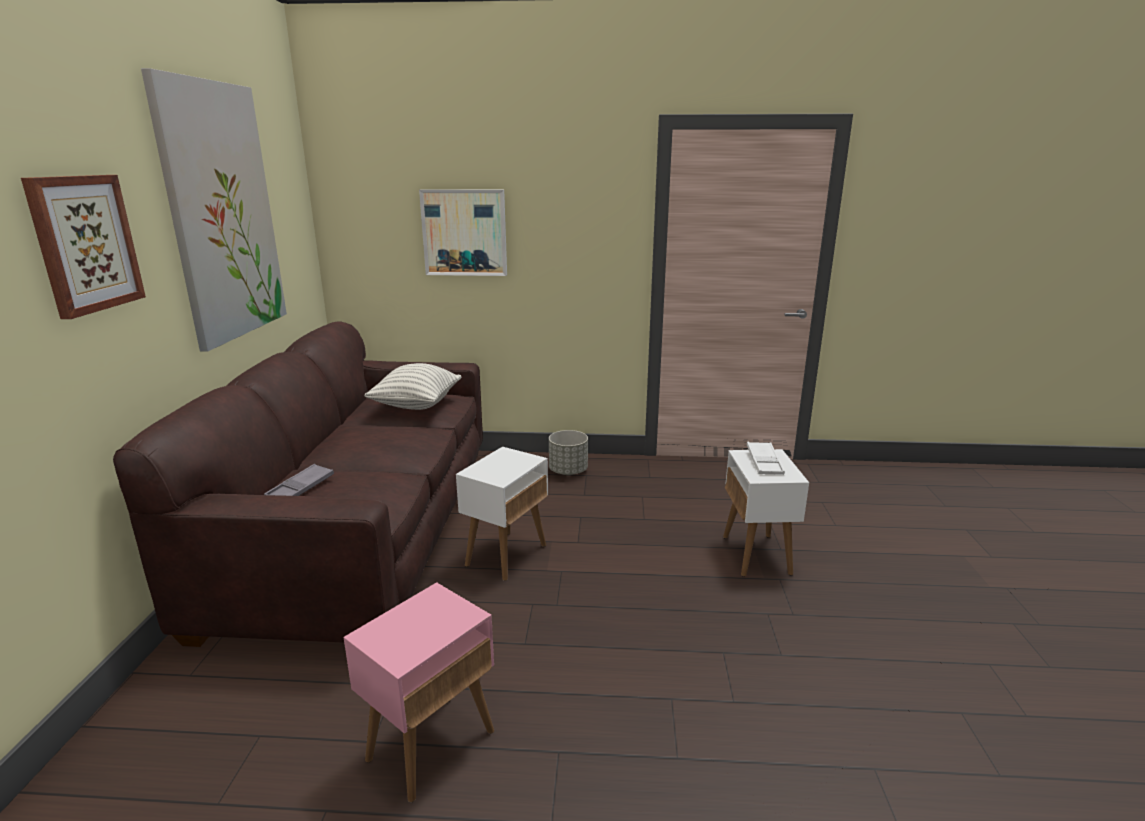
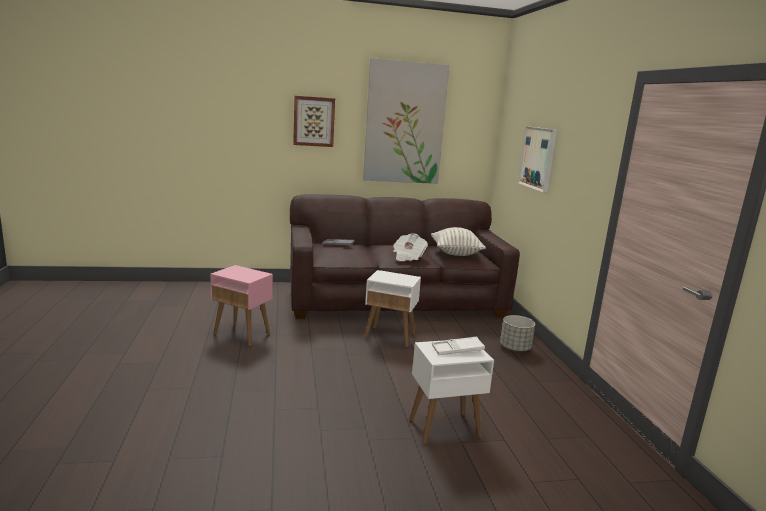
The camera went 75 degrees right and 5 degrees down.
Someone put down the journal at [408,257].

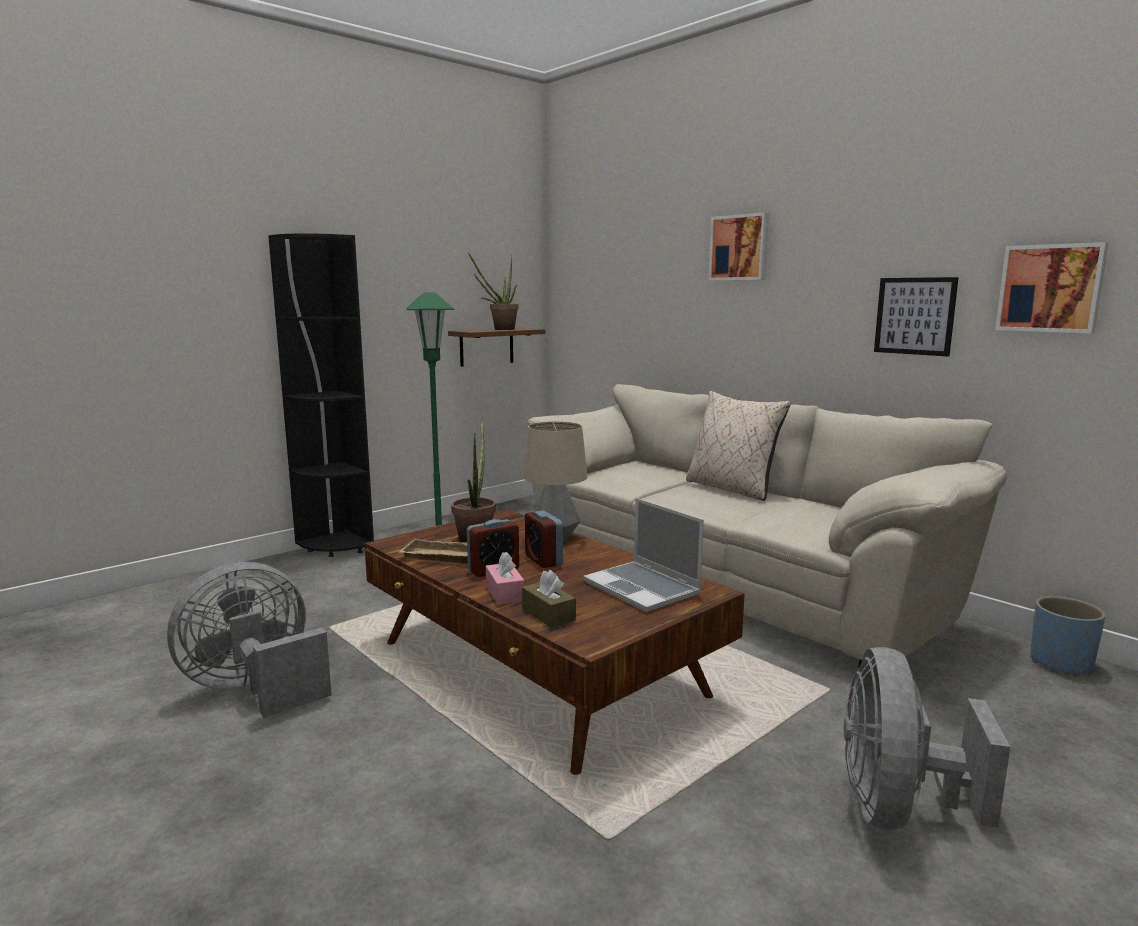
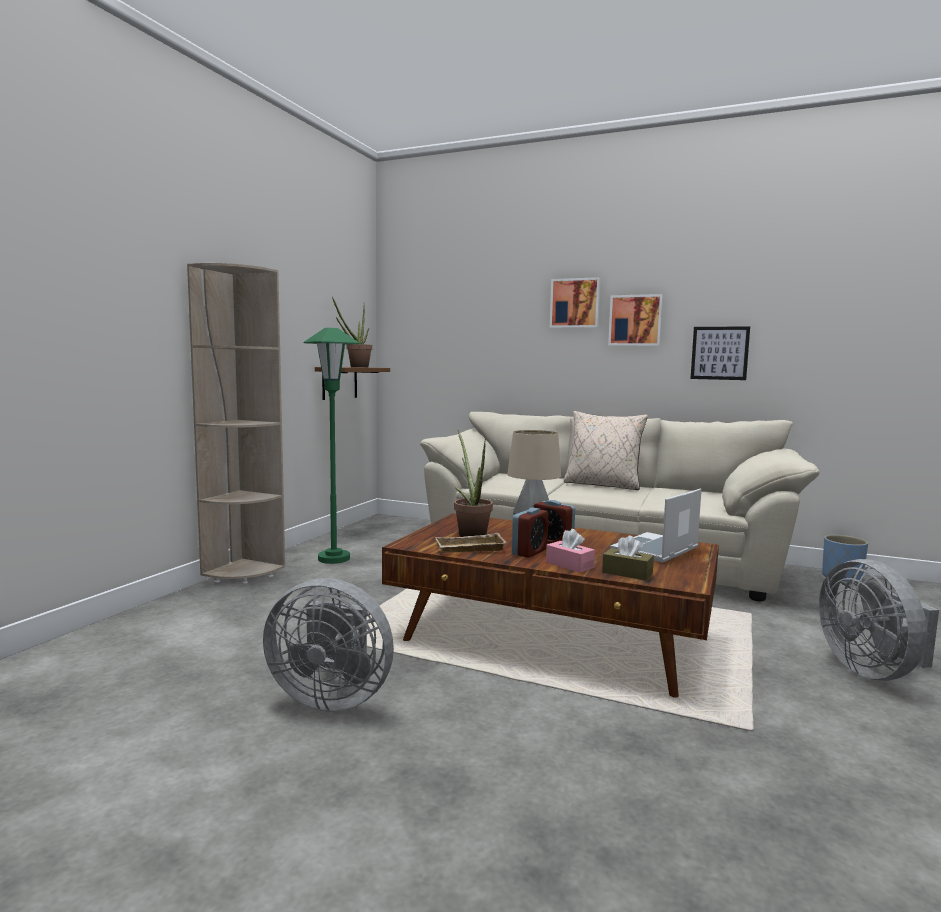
The camera went 25 degrees left and 5 degrees down.
Someone rotated the ventilateur [gris] at [255,689] by 105 degrees counterclockwise.
Someone repainted the bibliothèque [noir] at [336,550], which became the bibliothèque [beige] at [243,578].
Someone rotated the ordinateur portable at [643,588] by 105 degrees clockwise.
Someone carried the tableau from [1050,288] to [635,320].

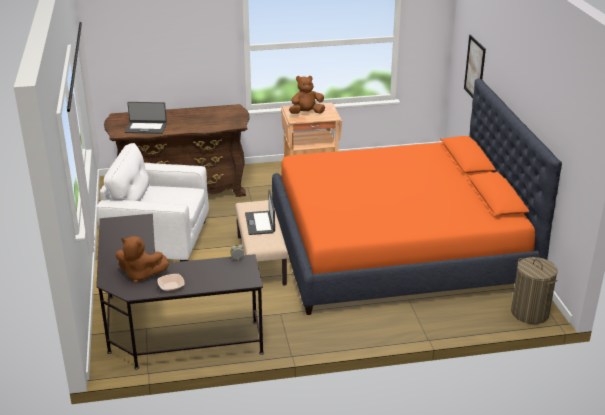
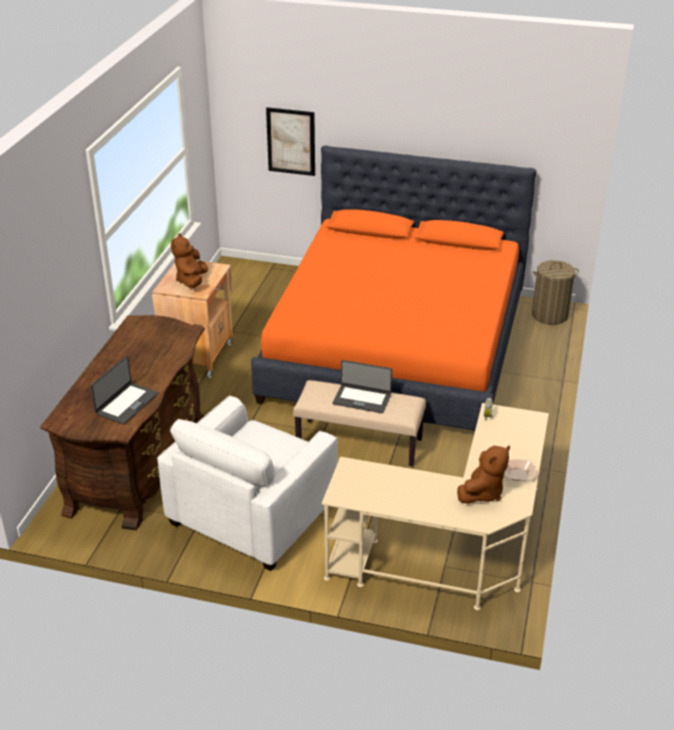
The camera went 65 degrees left and 5 degrees up.
Someone repainted the bureau [noir] at [166,328], which became the bureau [beige] at [452,549].

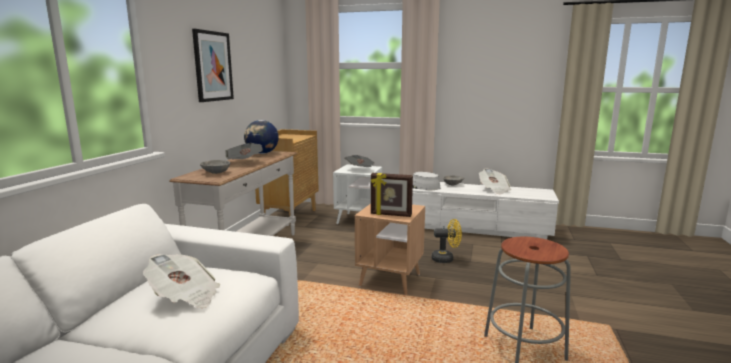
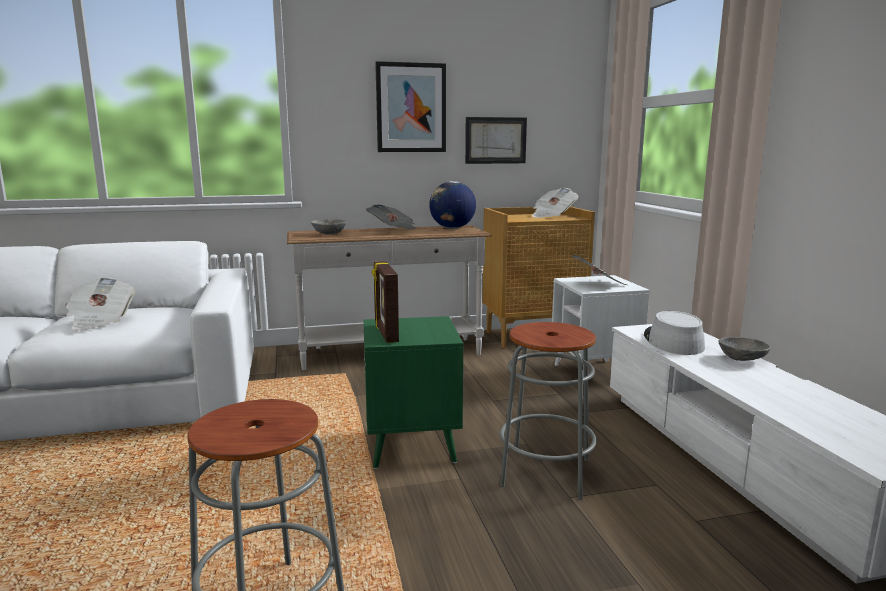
The camera went 60 degrees right and 0 degrees up.
Someone repainted the table d'appoint [marron] at [390,280], which became the table d'appoint [vert] at [411,445].
Someone swapped the ventilateur [jaune] at [446,259] for the tabouret [gris] at [545,472].
Someone carried the journal from [494,190] to [552,216].
Someone put up the tableau at [495,140].

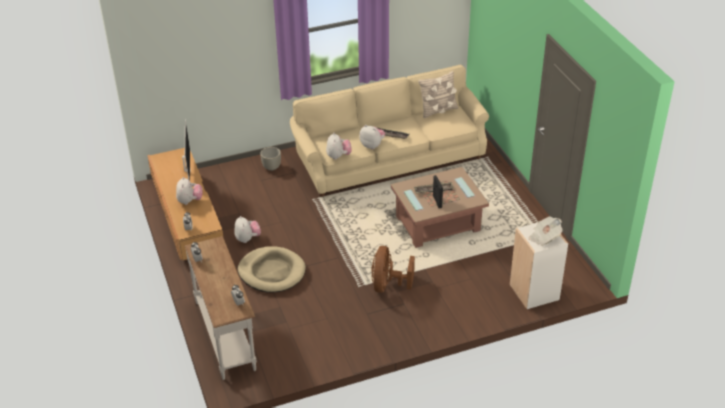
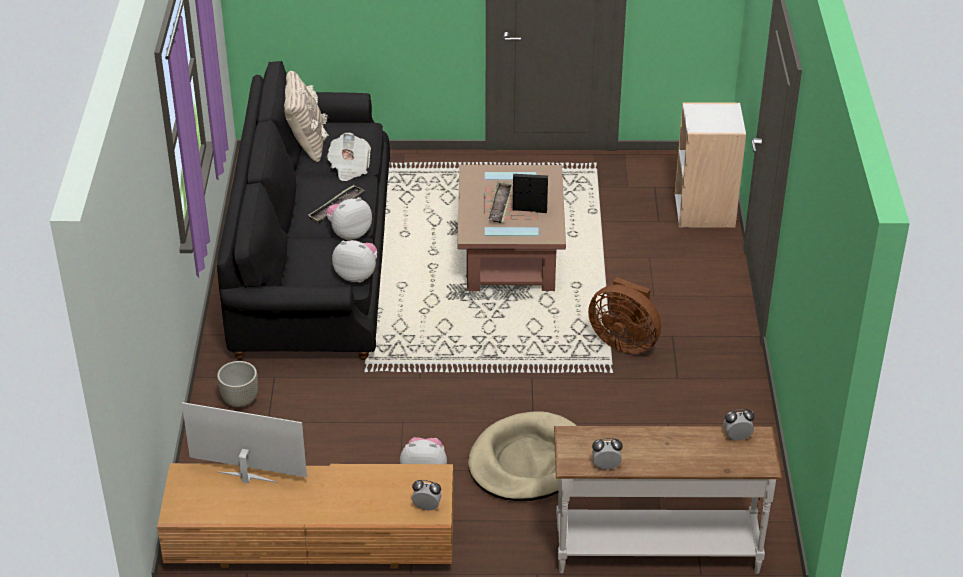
The camera went 70 degrees left and 0 degrees up.
Someone took away the peluche at [190,201].
Someone repainted the canapé [beige] at [389,158], which became the canapé [noir] at [313,259].
Someone carried the journal from [544,237] to [349,167].

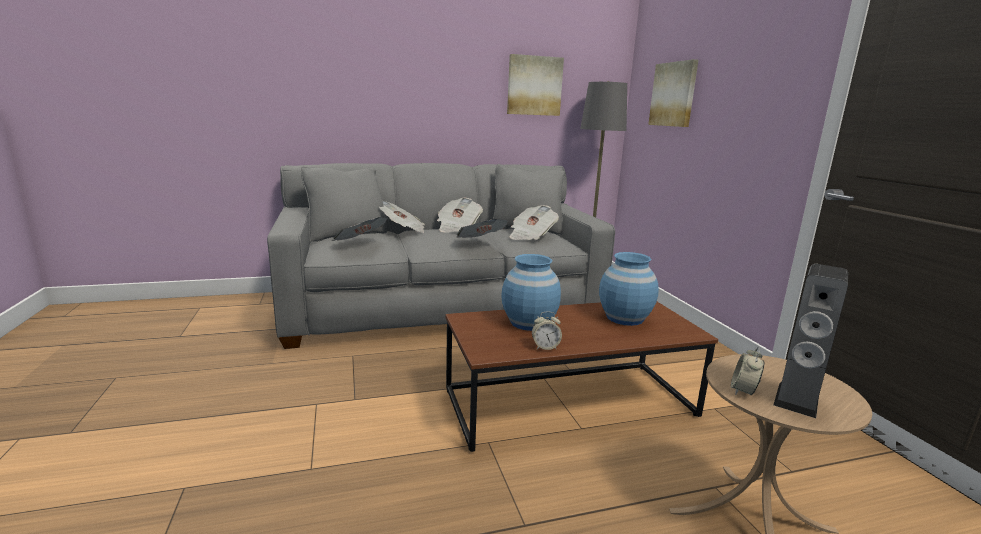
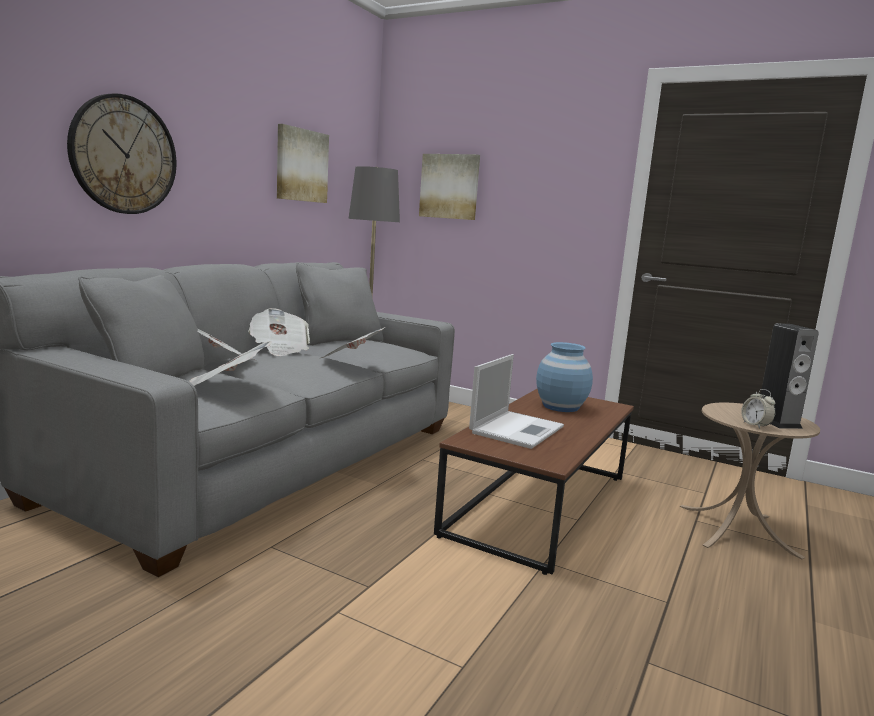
The camera went 45 degrees left and 5 degrees down.
Someone swapped the vase [bleu] at [529,323] for the ordinateur portable at [517,429].
Someone took away the journal at [531,236].
Someone took away the réveil at [545,347].
Someone put up the horloge murale at [123,155].

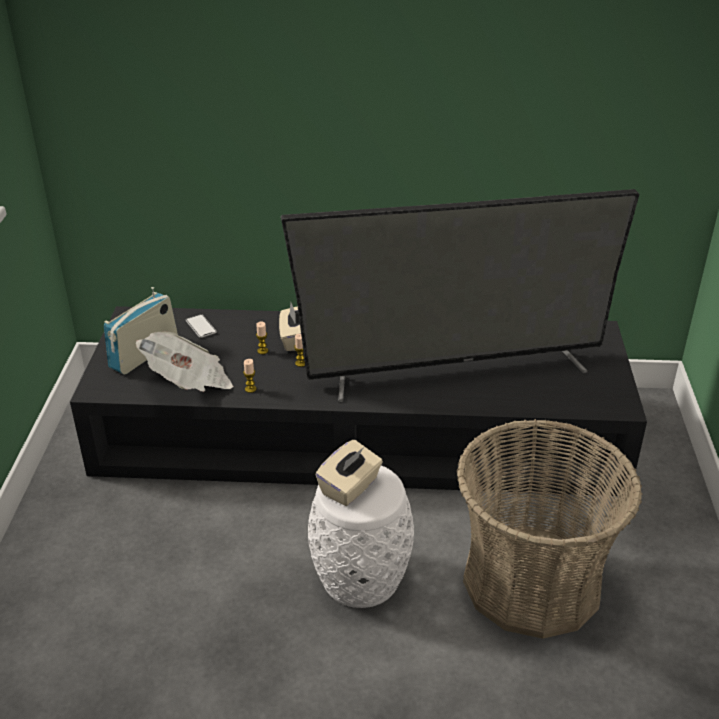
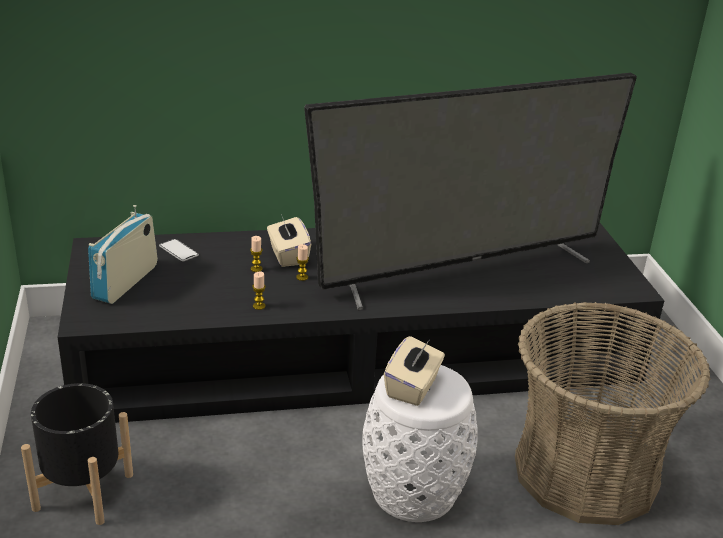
The camera went 15 degrees left and 5 degrees down.
Someone took away the journal at [189,382].
Someone put down the cache-pot [noir] at [84,491].

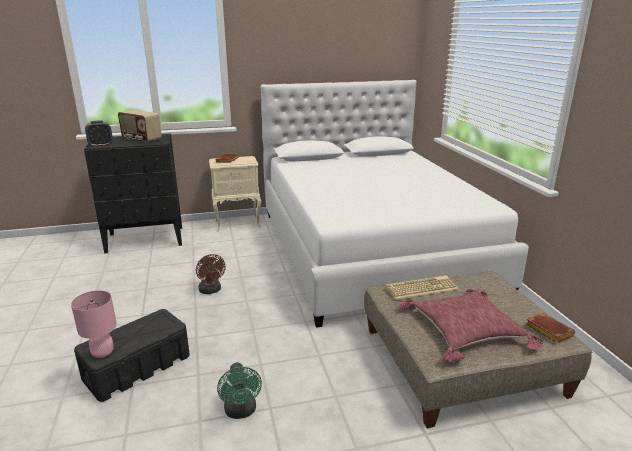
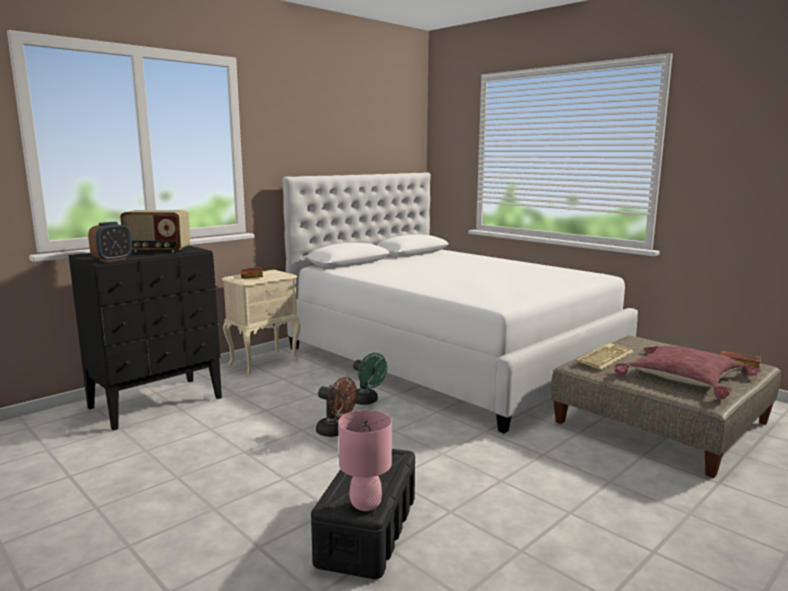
The camera went 30 degrees left and 10 degrees down.
Someone carried the ventilateur [vert] from [241,412] to [367,401].

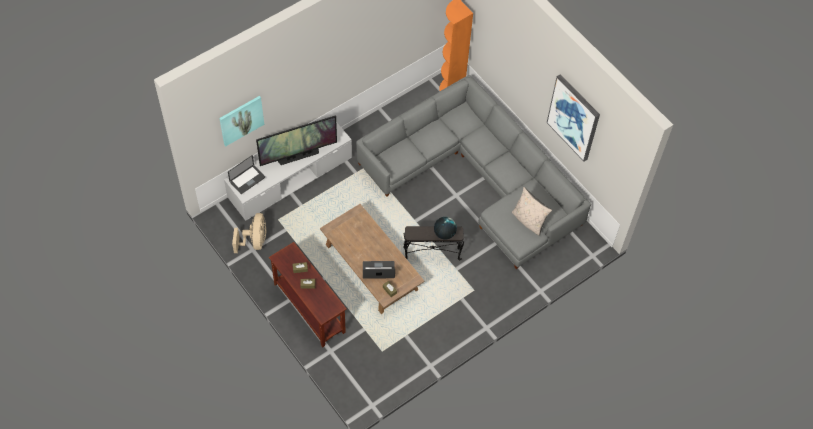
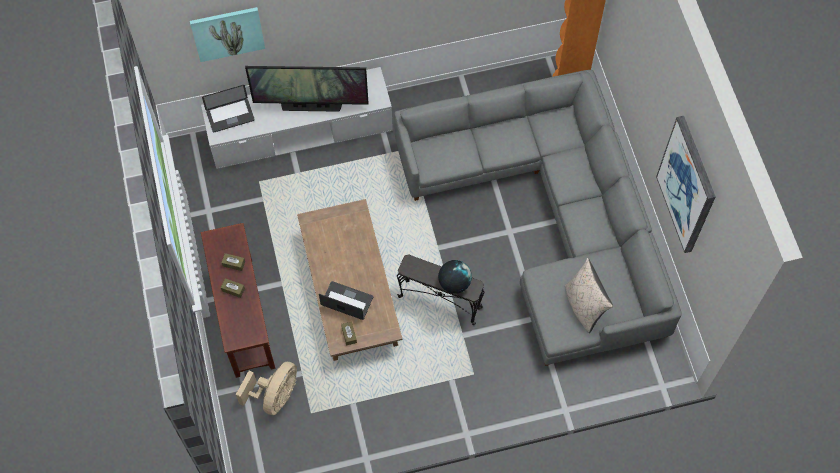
The camera went 25 degrees right and 5 degrees up.
Someone carried the ventilateur [beige] from [254,241] to [275,396].

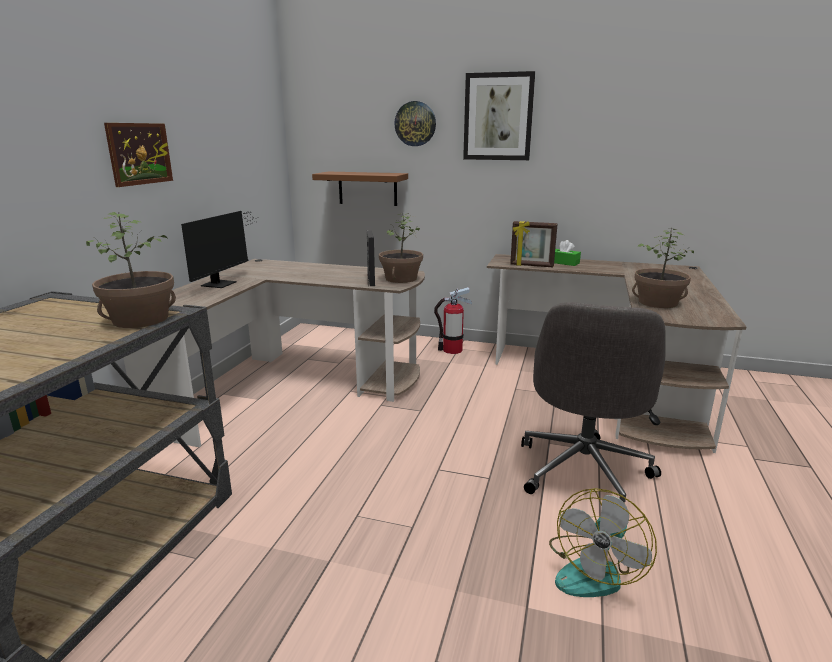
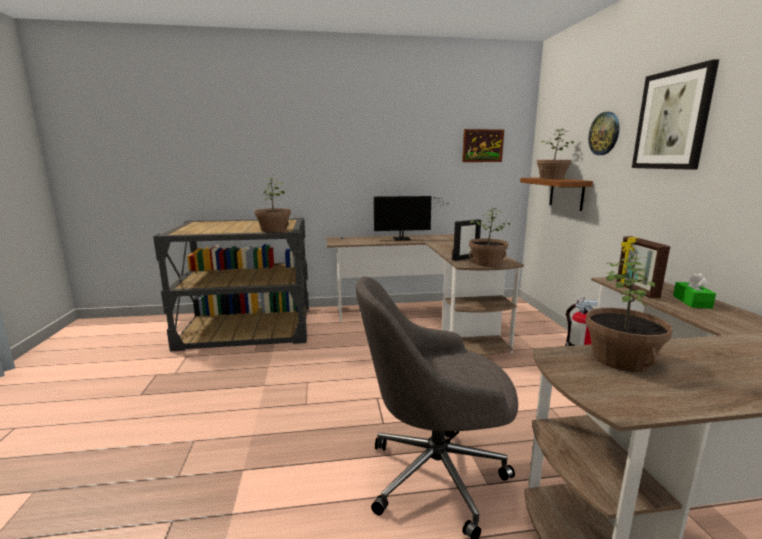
The camera went 65 degrees right and 5 degrees down.
Someone carried the tableau from [139,153] to [482,145].
Someone took away the ventilateur at [593,570].
Someone put down the plante en pot at [551,178].

